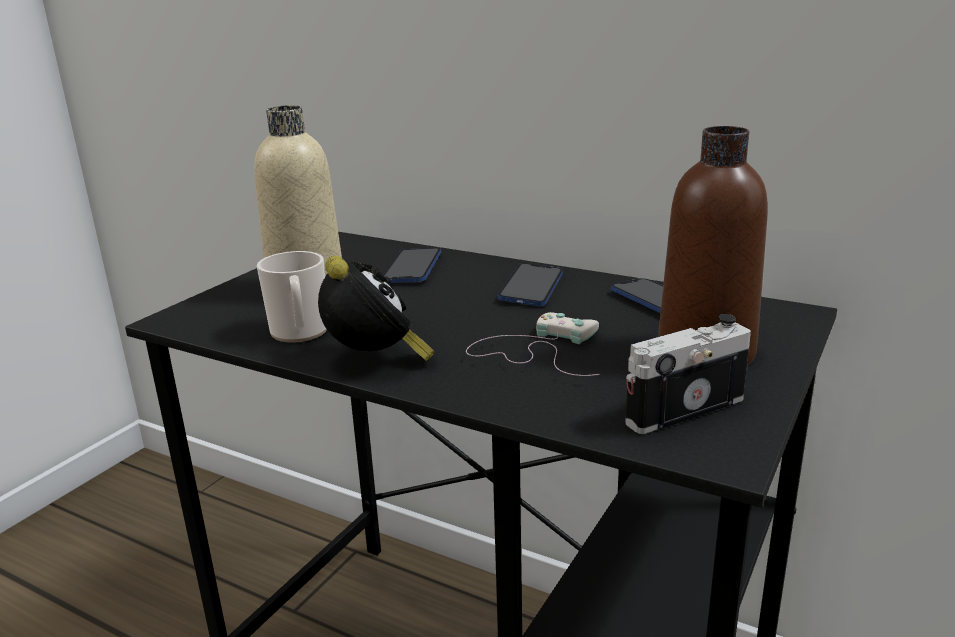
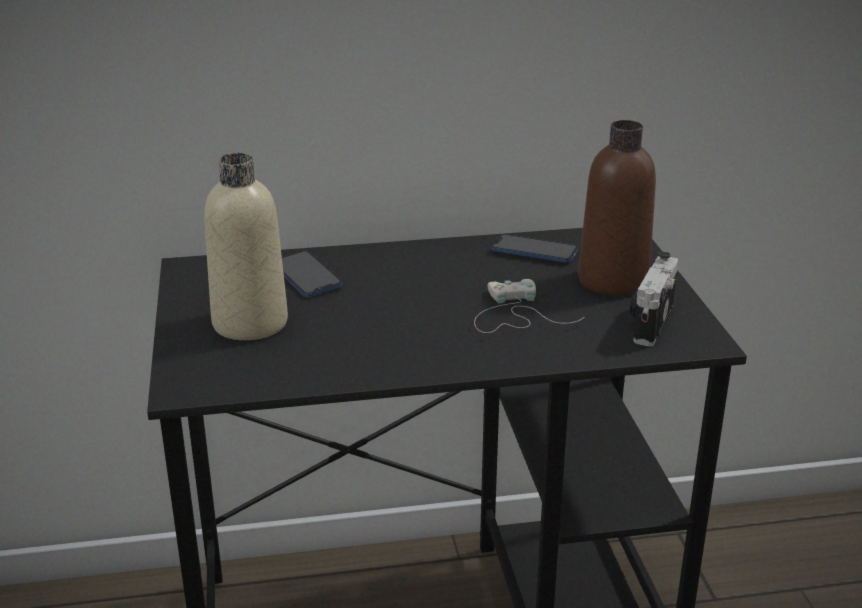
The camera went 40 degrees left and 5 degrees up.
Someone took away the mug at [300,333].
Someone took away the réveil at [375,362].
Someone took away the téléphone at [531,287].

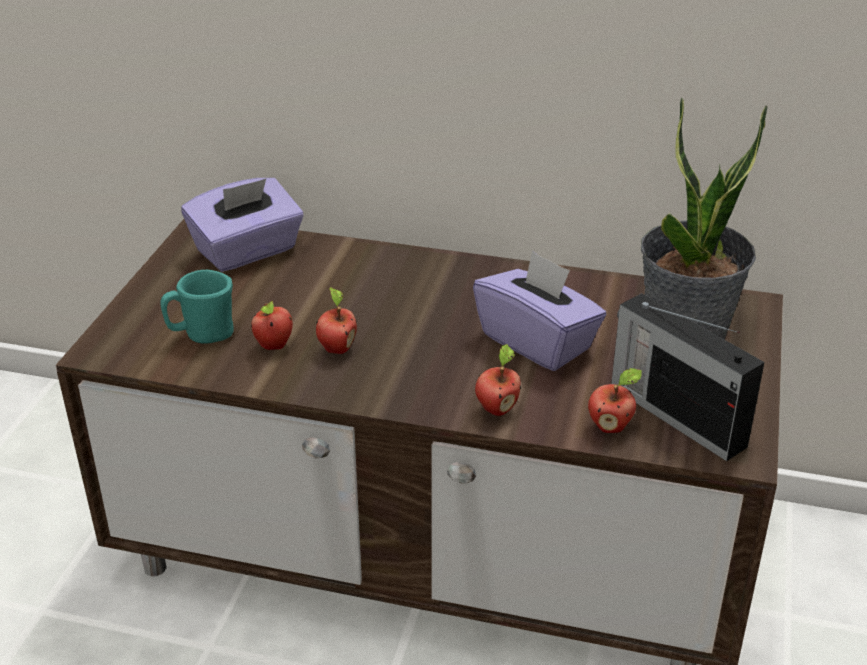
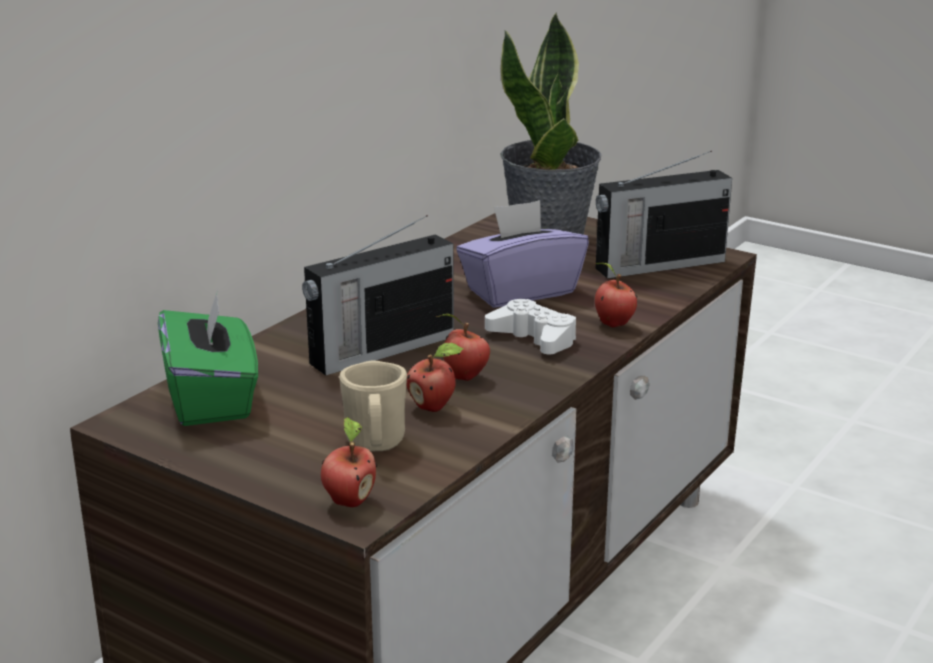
The camera went 70 degrees left and 10 degrees down.
Someone repainted the mug [turquoise] at [202,334], which became the mug [beige] at [375,445].
Someone repainted the boîte à mouchoirs [violet] at [247,251], which became the boîte à mouchoirs [vert] at [212,399].
Someone carried the pomme from [611,426] to [349,500].
Someone put down the radio at [379,350].
Someone put down the manette [blanc] at [533,338].

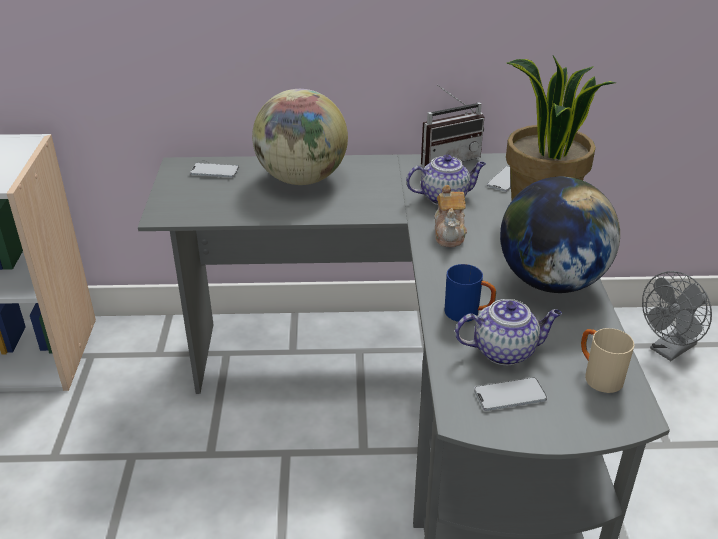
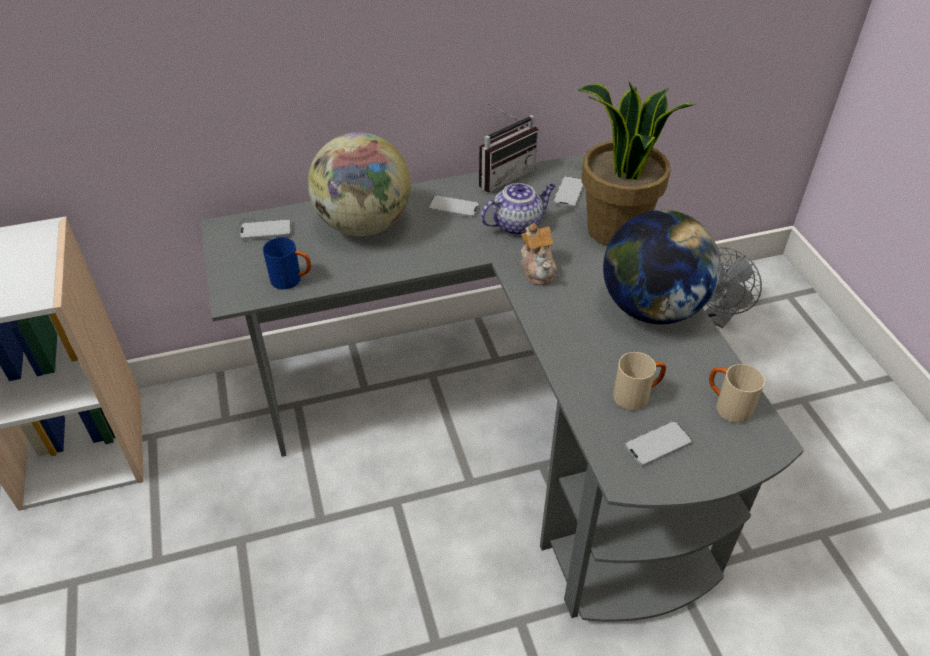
The camera went 15 degrees left and 10 degrees up.
Someone carried the mug [bleu] from [468,314] to [292,280].
Someone swapped the théière at [505,351] for the mug [beige] at [637,395].
Someone put down the téléphone at [453,207].

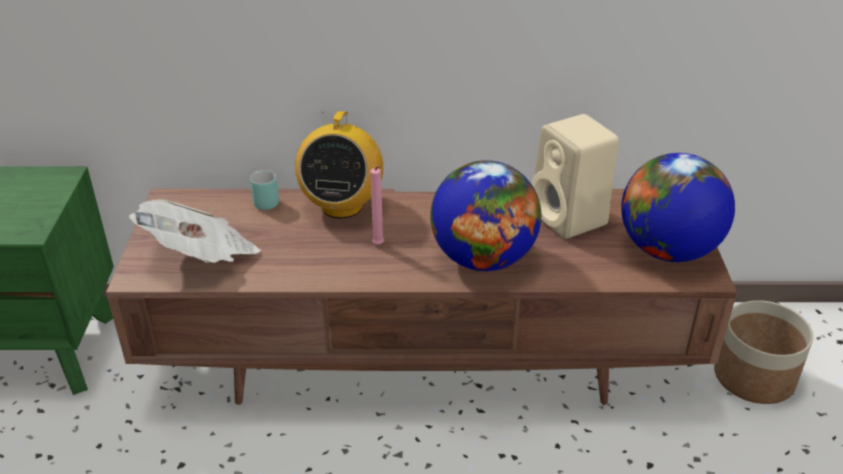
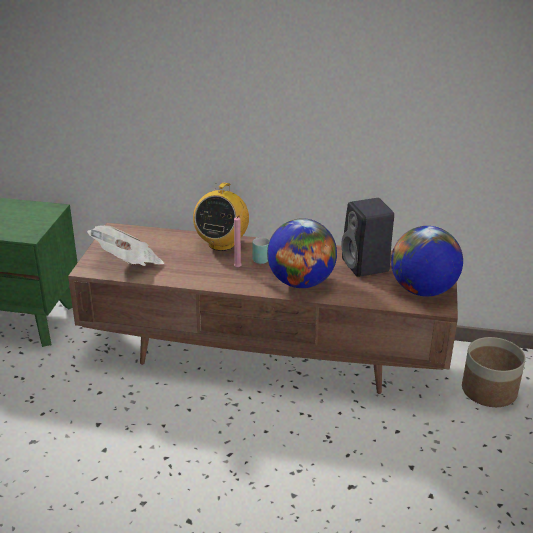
The camera went 10 degrees right and 5 degrees down.
Someone carried the mug [turquoise] from [262,201] to [258,258].
Someone repainted the enceinte [beige] at [570,219], which became the enceinte [noir] at [366,266].

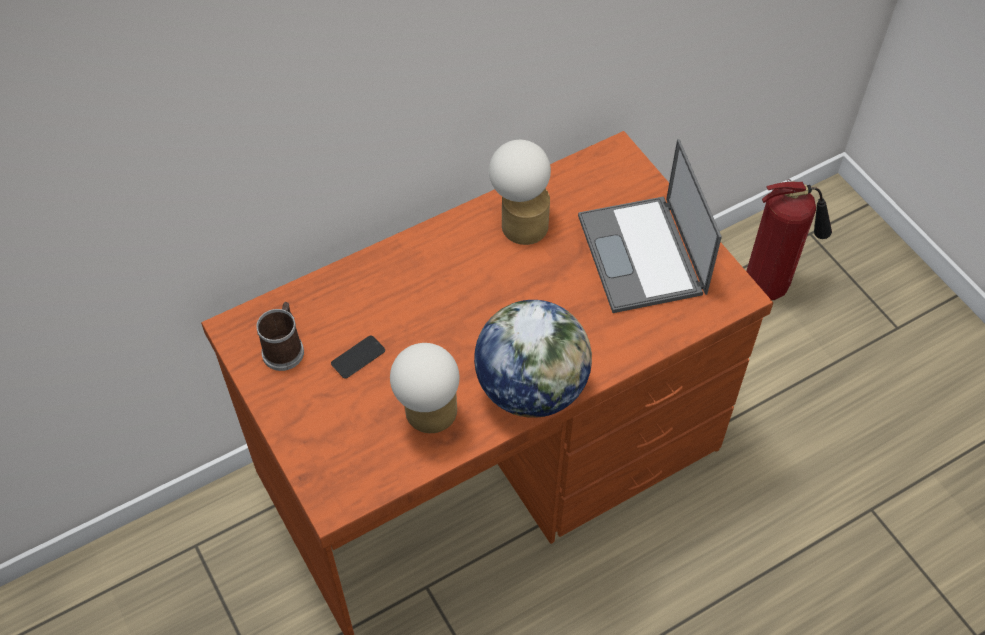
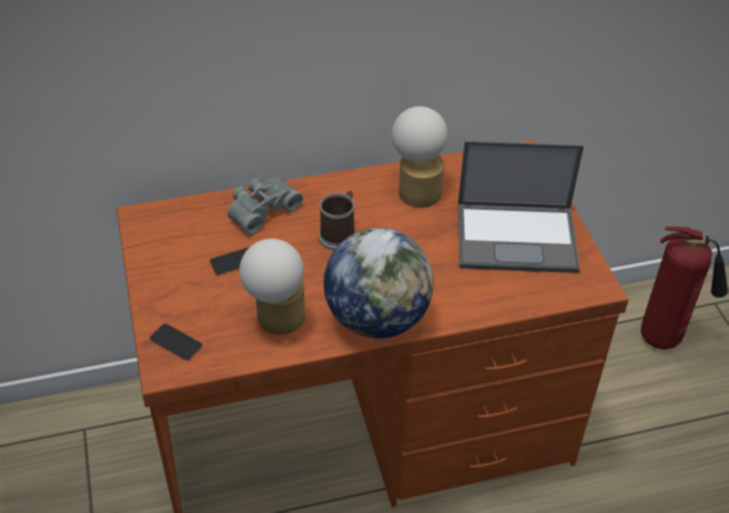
The camera went 15 degrees right and 10 degrees down.
Someone carried the mug from [285,348] to [339,234].
Someone rotated the ordinateur portable at [643,256] by 90 degrees counterclockwise.
Someone put down the téléphone at [176,342].
Someone put down the jumelles [gris] at [261,210].

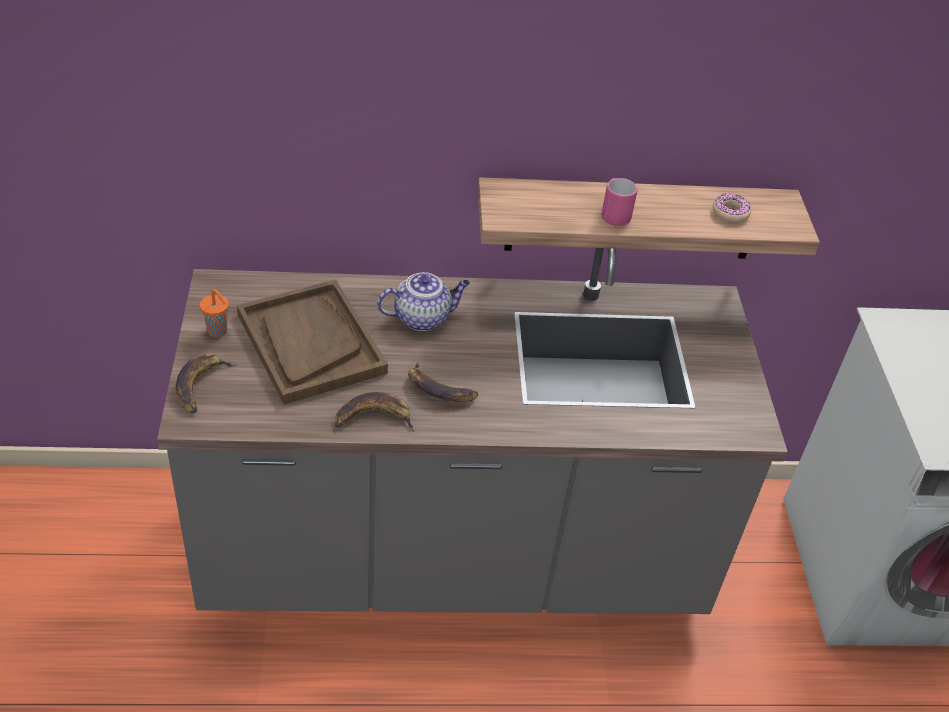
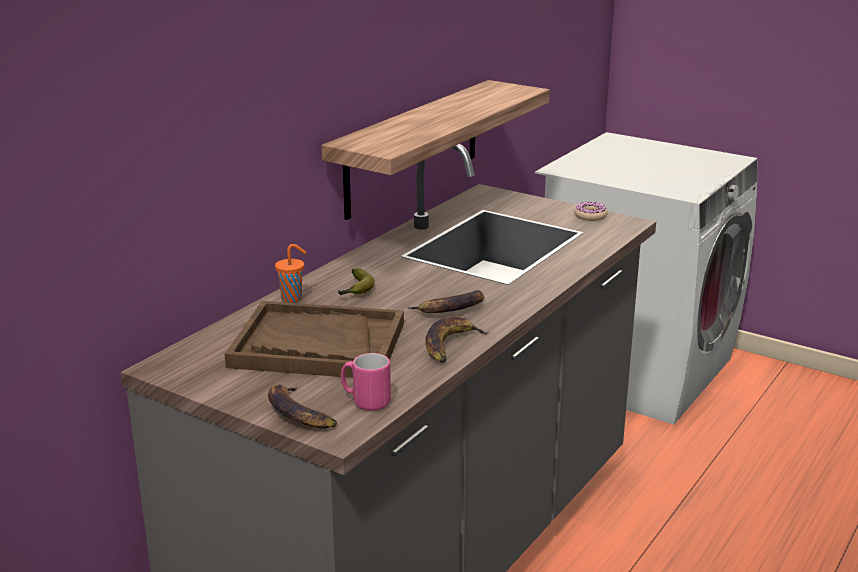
The camera went 50 degrees left and 20 degrees down.
Someone carried the tasse [orange] from [218,332] to [293,299].
Someone swapped the théière at [423,317] for the banane at [356,290].
Someone carried the mug [rose] from [613,214] to [365,401].
Someone carried the beignet from [730,213] to [590,216].

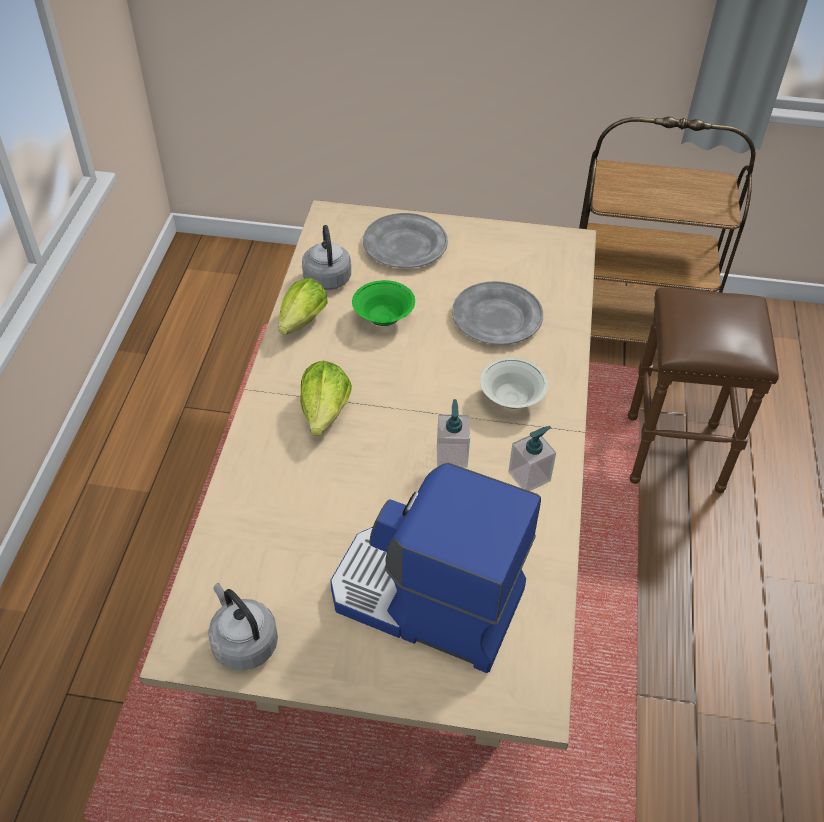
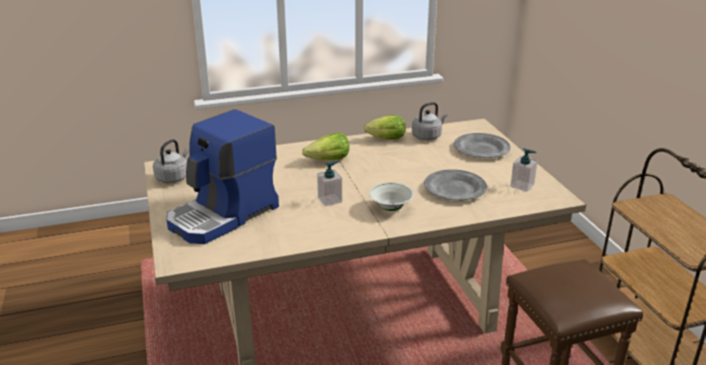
The camera went 65 degrees right and 20 degrees down.
Someone rotated the machine à café at [426,601] by 135 degrees counterclockwise.
Someone took away the bol [vert] at [384,319].
Someone carried the distributeur de savon from [529,476] to [522,186].

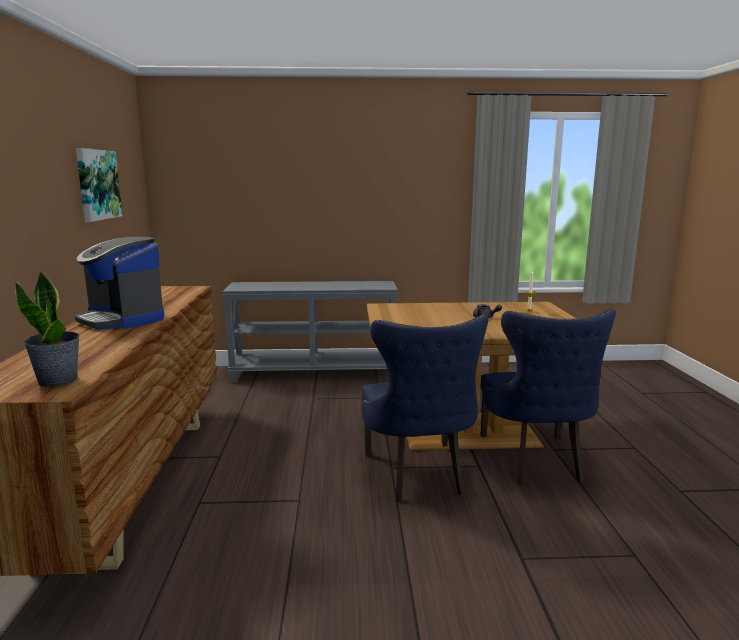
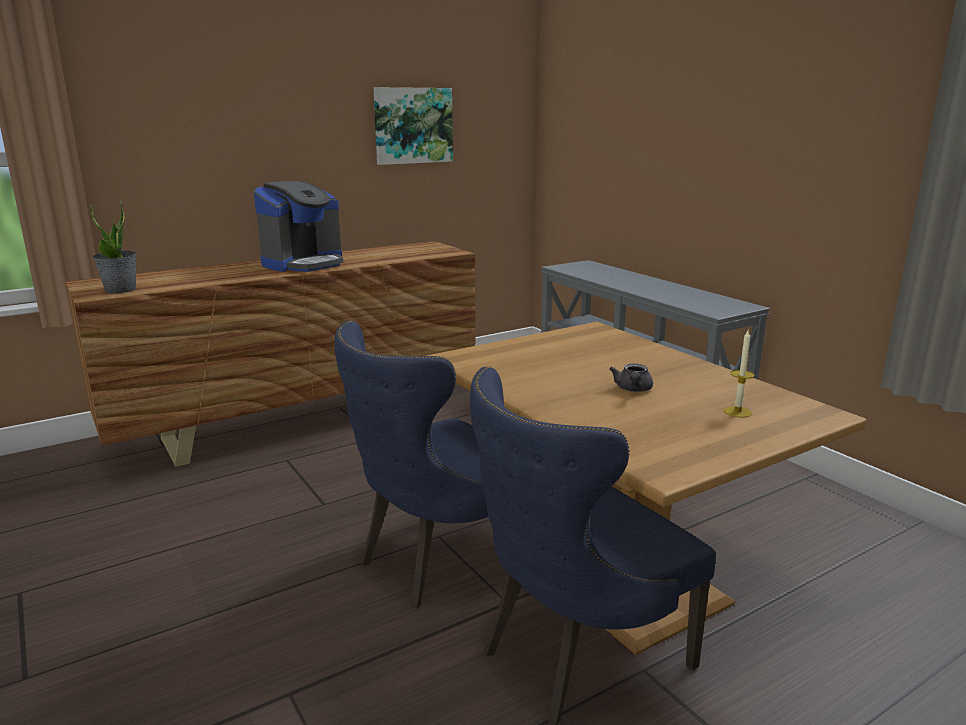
The camera went 60 degrees right and 5 degrees up.
Someone rotated the machine à café at [122,319] by 150 degrees counterclockwise.

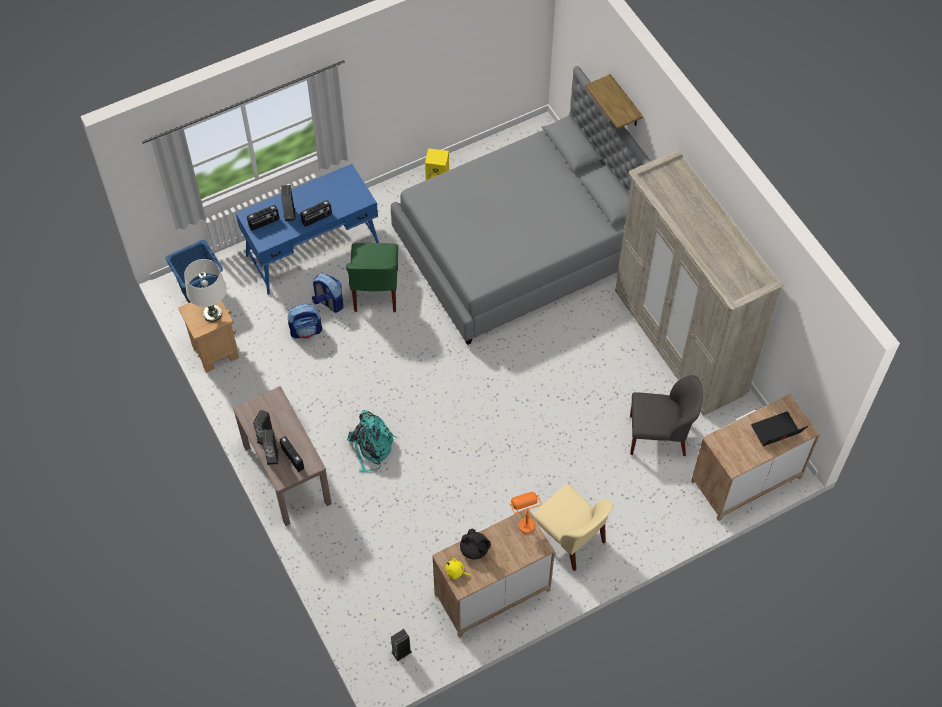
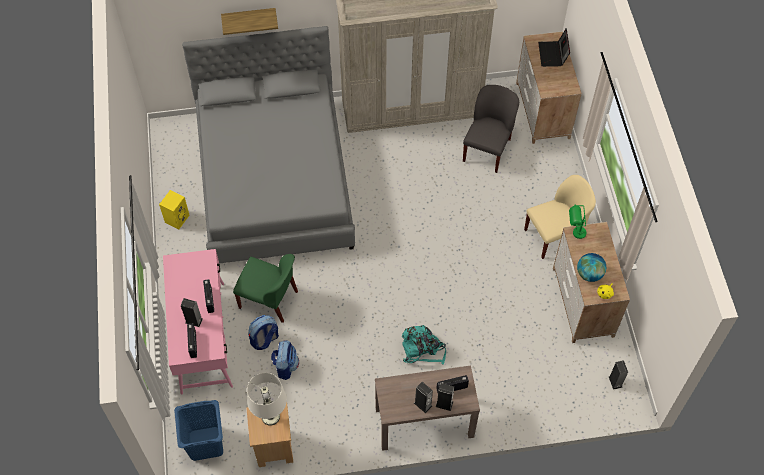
The camera went 70 degrees left and 0 degrees up.
Someone repainted the bureau [bleu] at [313,250], which became the bureau [rose] at [203,337].
Someone swapped the théière [noir] at [475,550] for the globe at [589,274].
Someone repainted the lampe de table [orange] at [524,521], which became the lampe de table [vert] at [574,233].

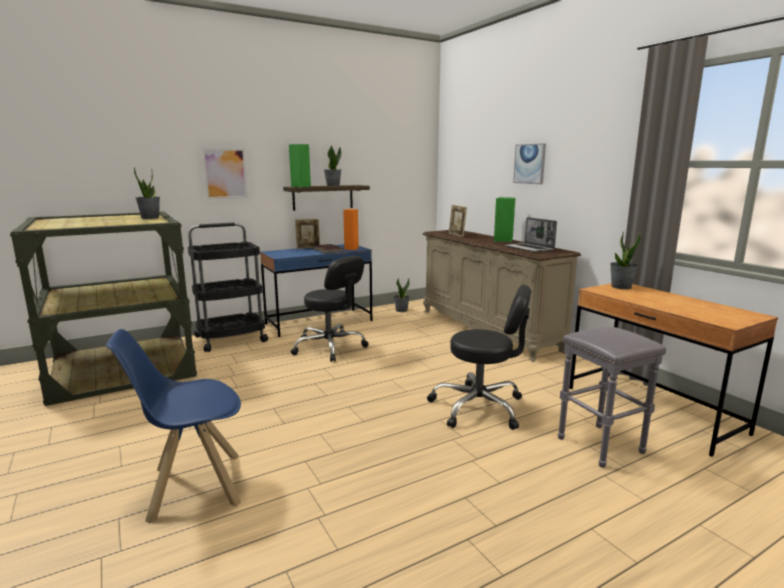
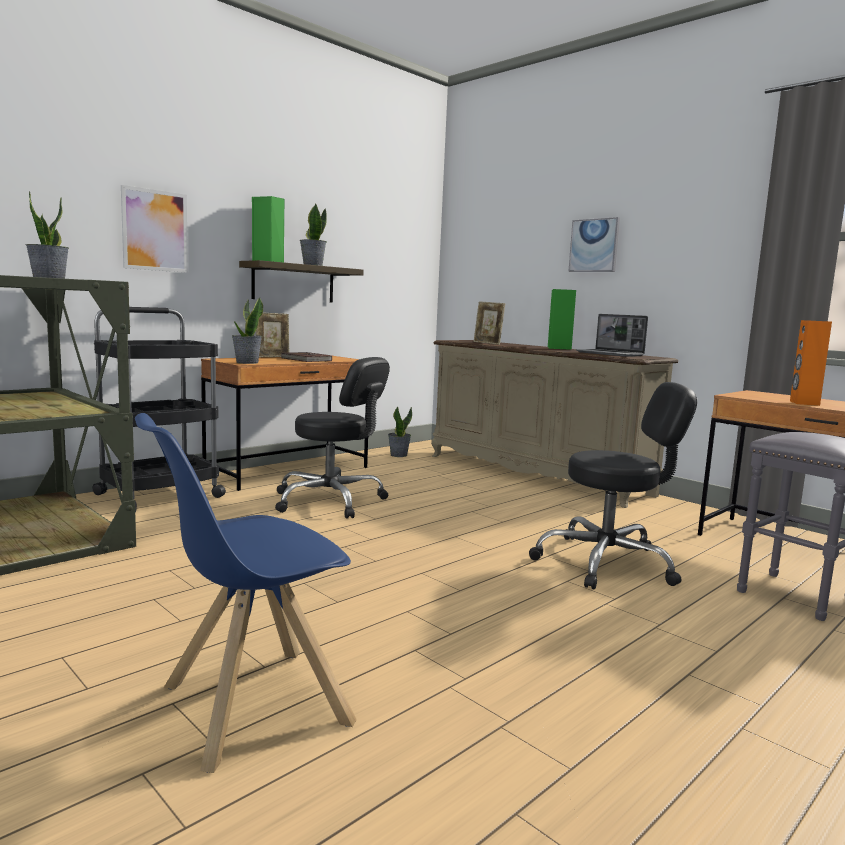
The camera went 15 degrees left and 5 degrees down.
Someone repainted the bureau [bleu] at [319,322], which became the bureau [marron] at [288,471].
Someone carried the enceinte [orange] from [351,249] to [804,403].
Someone carried the plante en pot from [621,287] to [247,362].

